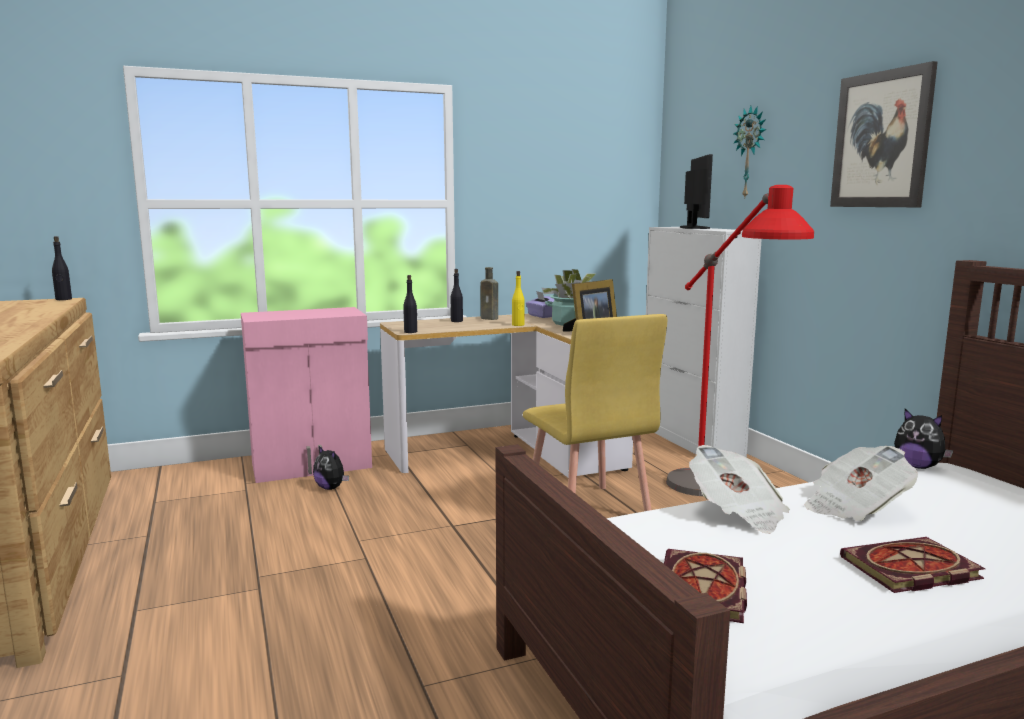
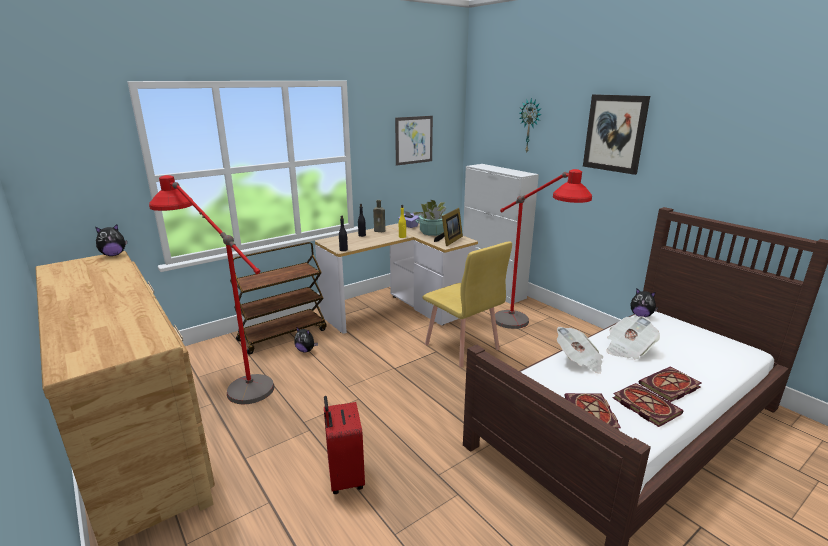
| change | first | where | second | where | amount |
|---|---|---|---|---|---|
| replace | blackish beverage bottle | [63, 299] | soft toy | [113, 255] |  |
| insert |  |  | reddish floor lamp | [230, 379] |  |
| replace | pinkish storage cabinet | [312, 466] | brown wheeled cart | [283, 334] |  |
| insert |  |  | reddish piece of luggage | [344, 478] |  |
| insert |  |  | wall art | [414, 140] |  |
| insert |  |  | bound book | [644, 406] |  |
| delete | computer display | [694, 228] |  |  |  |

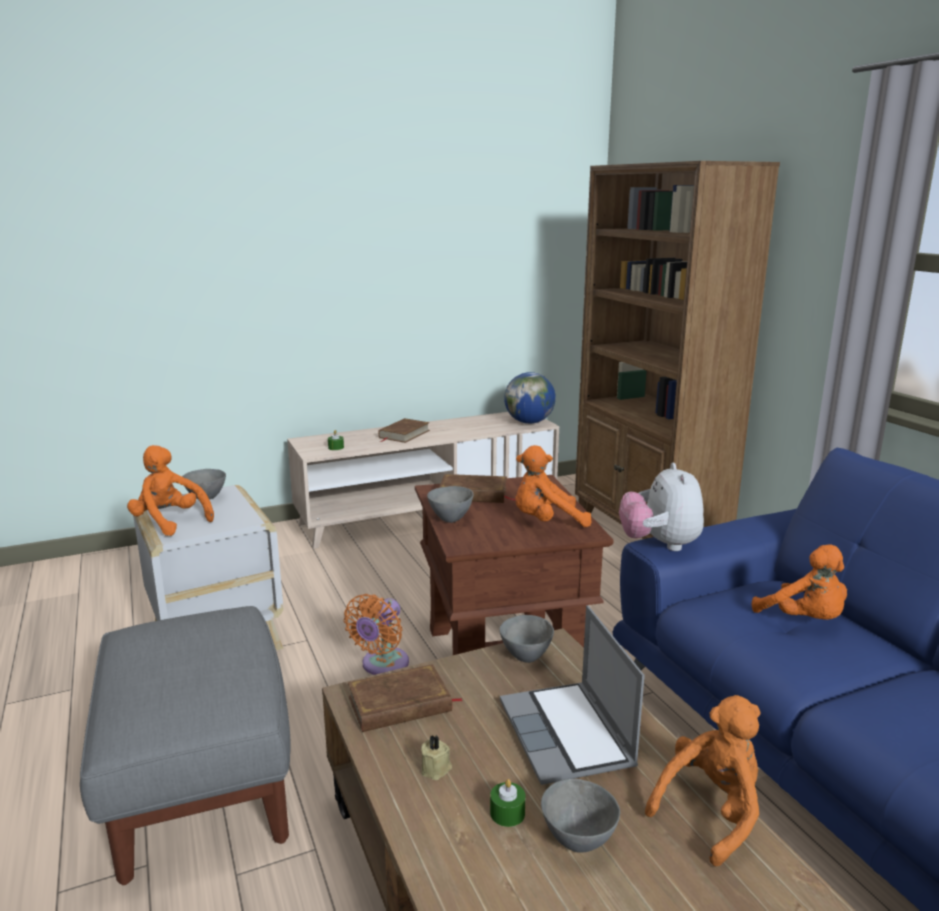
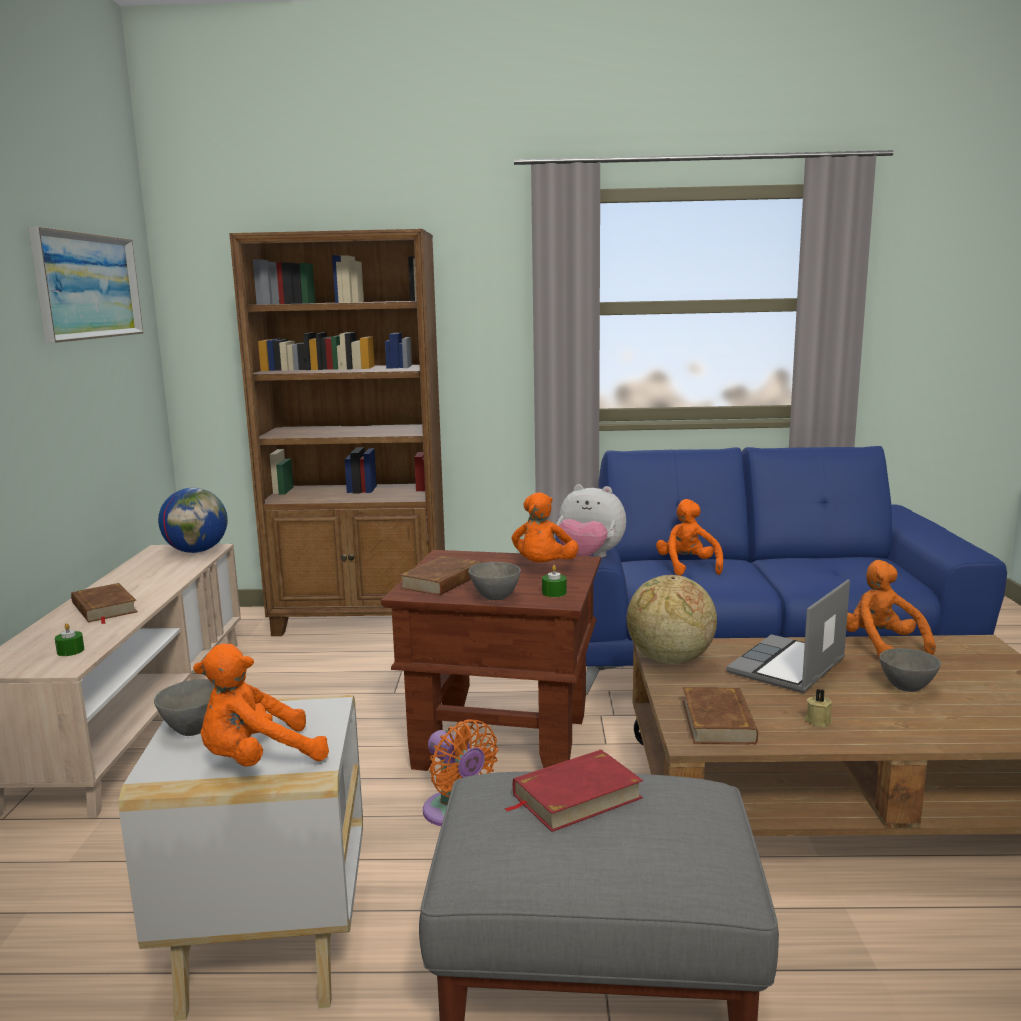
| change | first | where | second | where | amount |
|---|---|---|---|---|---|
| insert |  |  | wall art | [88, 286] |  |
| insert |  |  | reddish bound book | [576, 796] |  |
| move | green wax candle | [507, 813] |  | [554, 593] |  |
| replace | greyish deep dish | [525, 656] | world globe | [669, 660] |  |
| rotate | orangey soft toy | [804, 620] |  | [687, 567] | 90 degrees counterclockwise |
| rotate | notebook computer | [568, 735] |  | [788, 667] | 120 degrees clockwise |

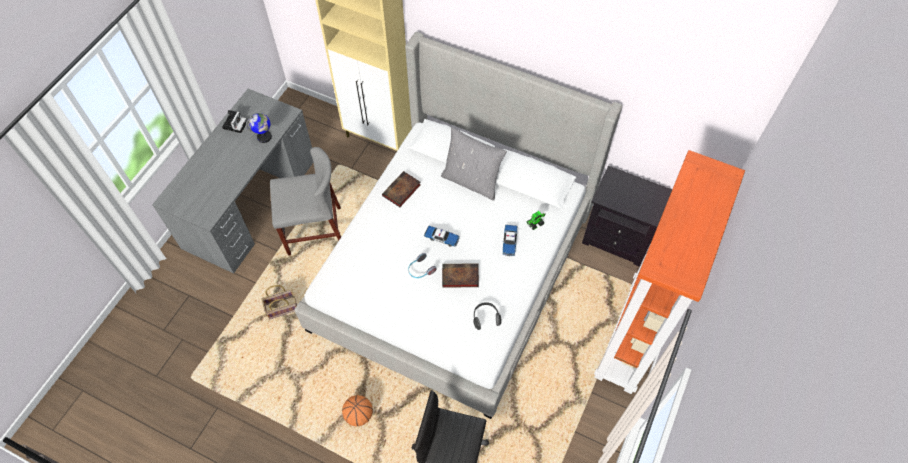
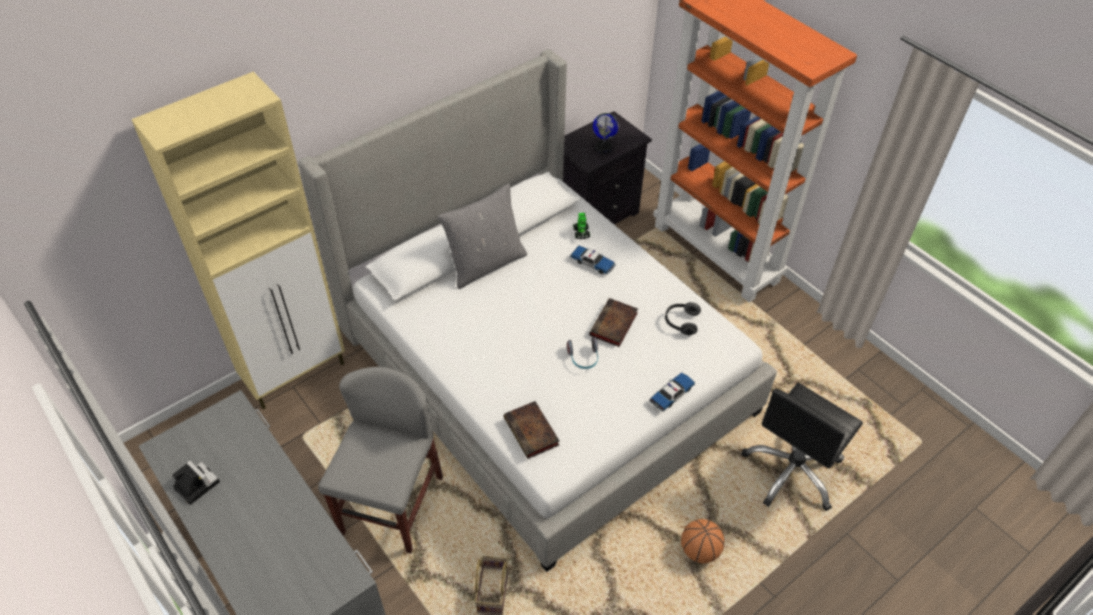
| change | first | where | second | where | amount |
|---|---|---|---|---|---|
| move | bound book | [401, 191] |  | [532, 432] |  |
| move | world globe | [264, 137] |  | [603, 148] |  |
| move | model car | [441, 238] |  | [672, 394] |  |

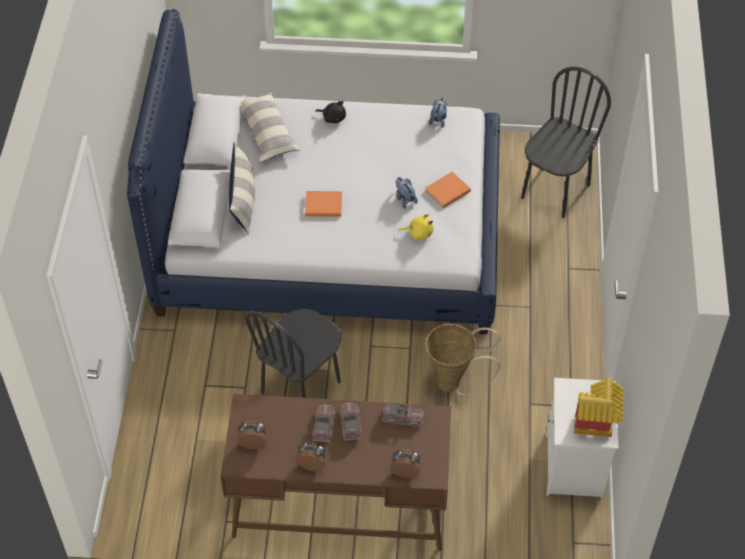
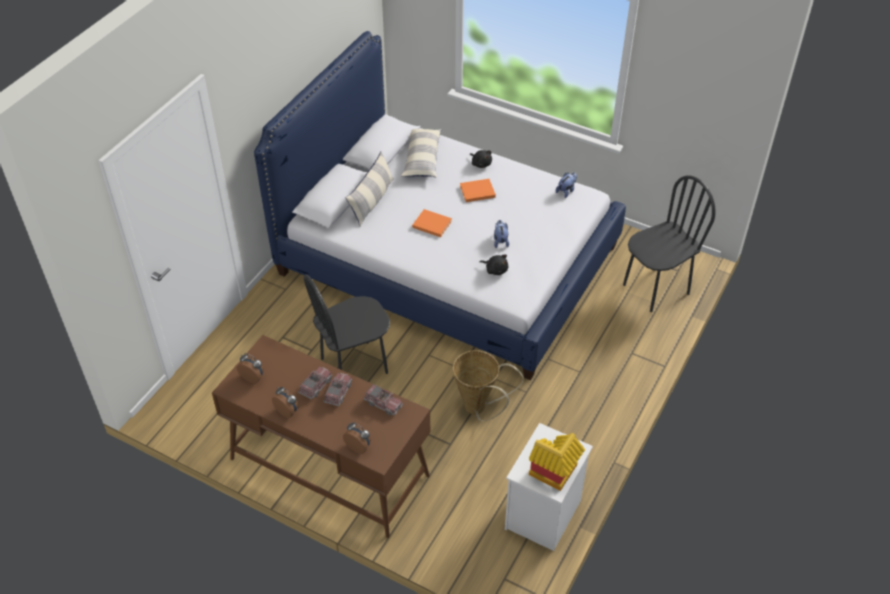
| change | first | where | second | where | amount |
|---|---|---|---|---|---|
| move | orangey bound book | [446, 191] |  | [476, 191] |  |
| recolor | yellow soft toy | [419, 232] | blackish soft toy | [495, 269] |  |

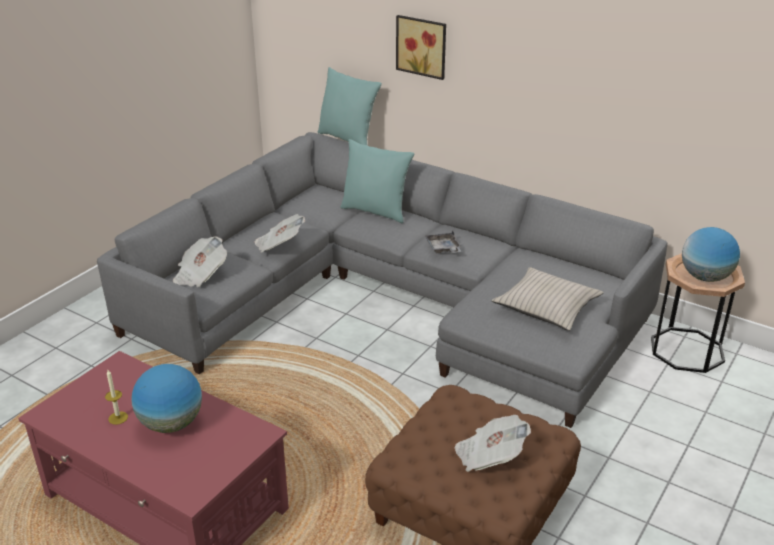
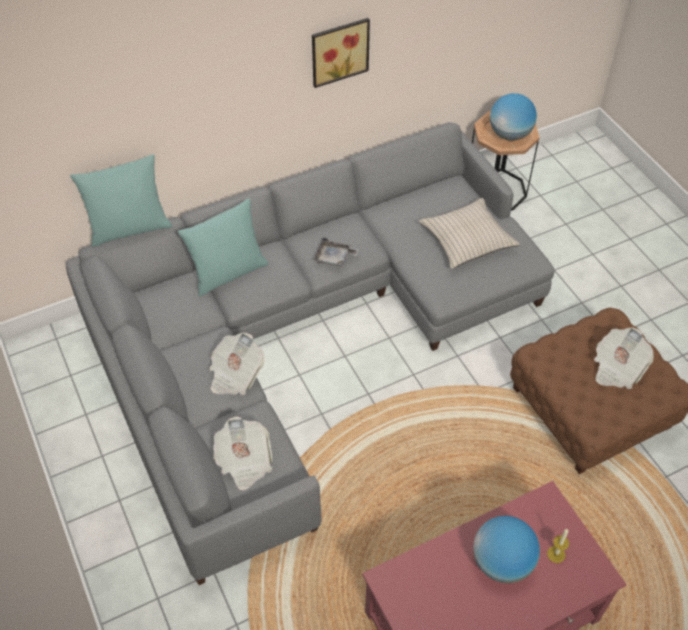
| change | first | where | second | where | amount |
|---|---|---|---|---|---|
| move | wall art | [422, 46] |  | [339, 50] |  |
| move | wax candle | [118, 418] |  | [556, 554] |  |

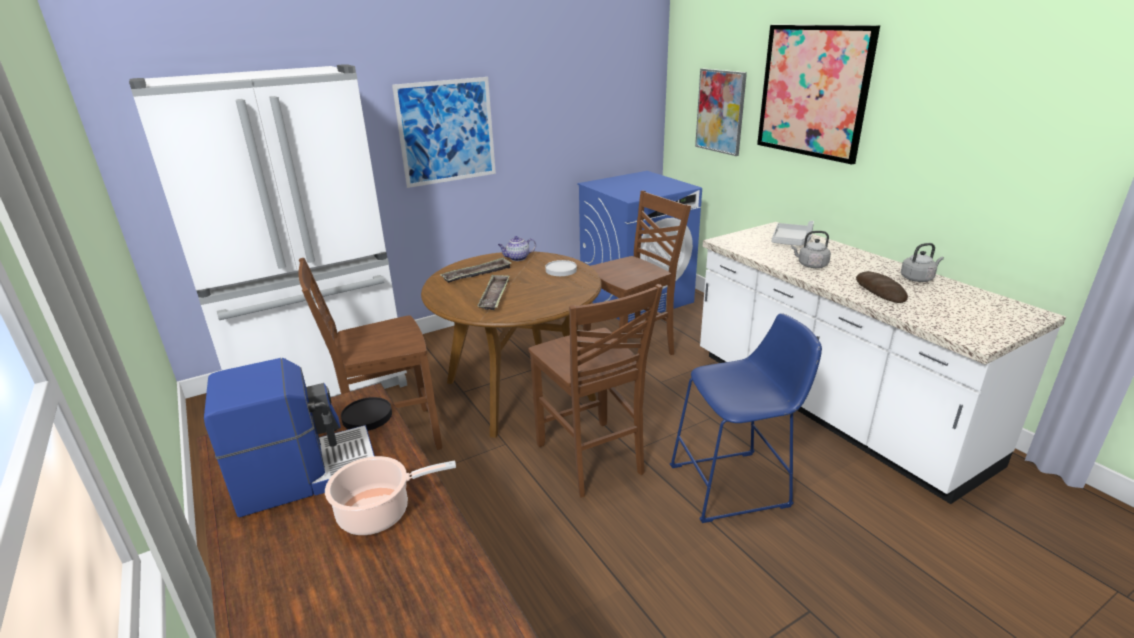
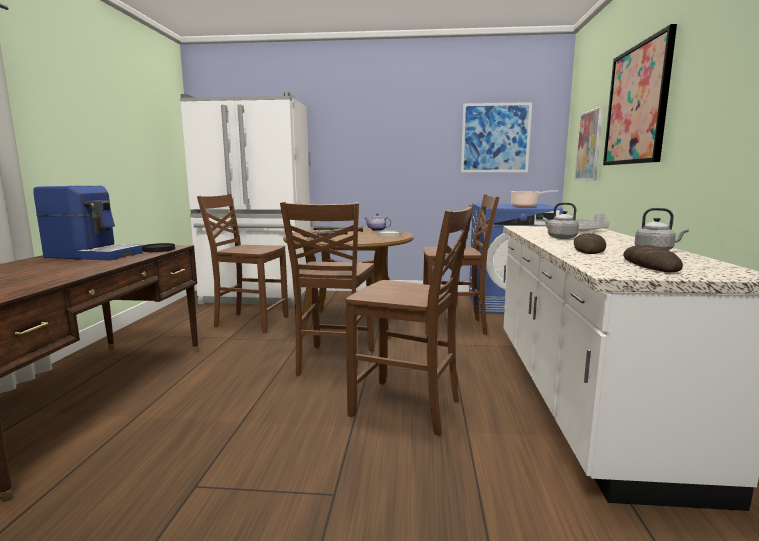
| change | first | where | second | where | amount |
|---|---|---|---|---|---|
| replace | blue-coloured sitting stool | [735, 485] | brown plain chair | [408, 408] |  |
| move | wall art | [447, 132] |  | [495, 138] |  |
| move | cooking pot | [379, 512] |  | [525, 206] |  |
| insert |  |  | bakery bread | [650, 265] |  |

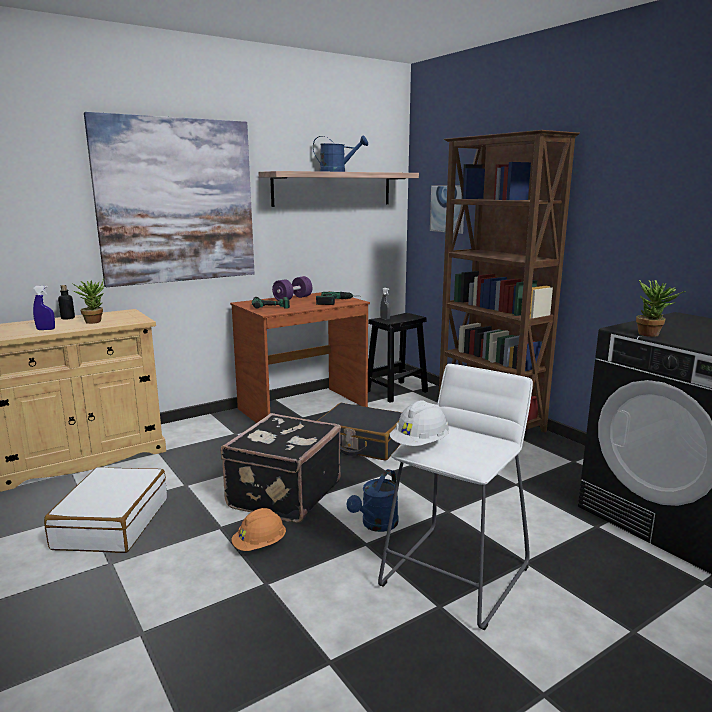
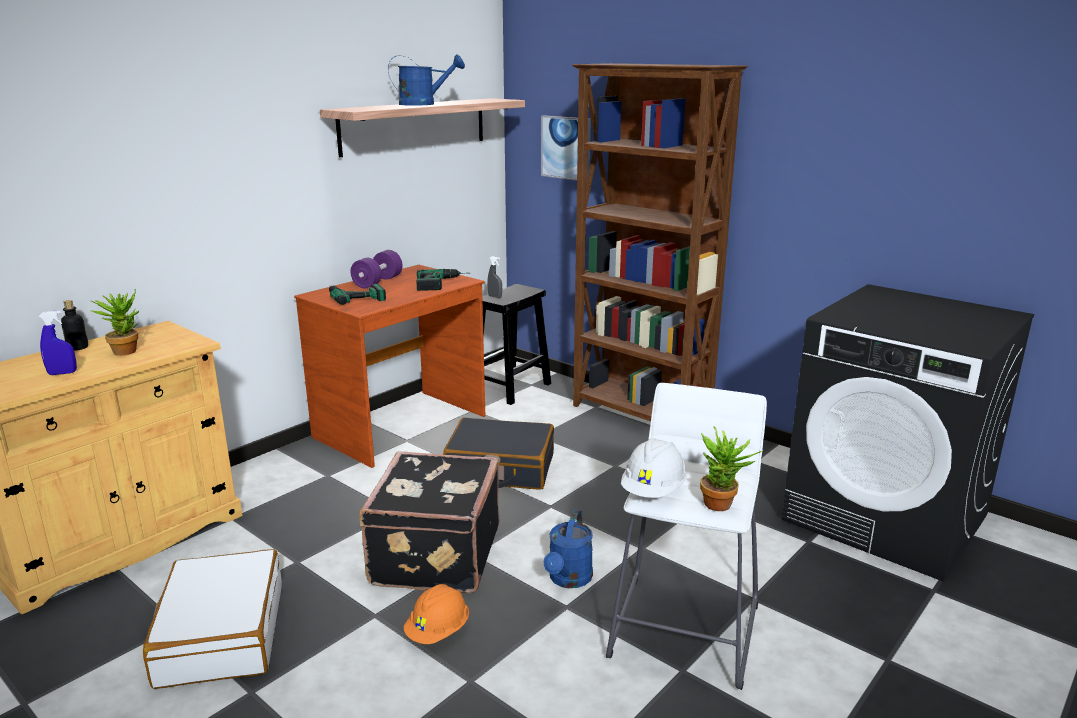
| change | first | where | second | where | amount |
|---|---|---|---|---|---|
| move | potted plant | [653, 335] |  | [723, 505] |  |
| delete | wall art | [177, 201] |  |  |  |

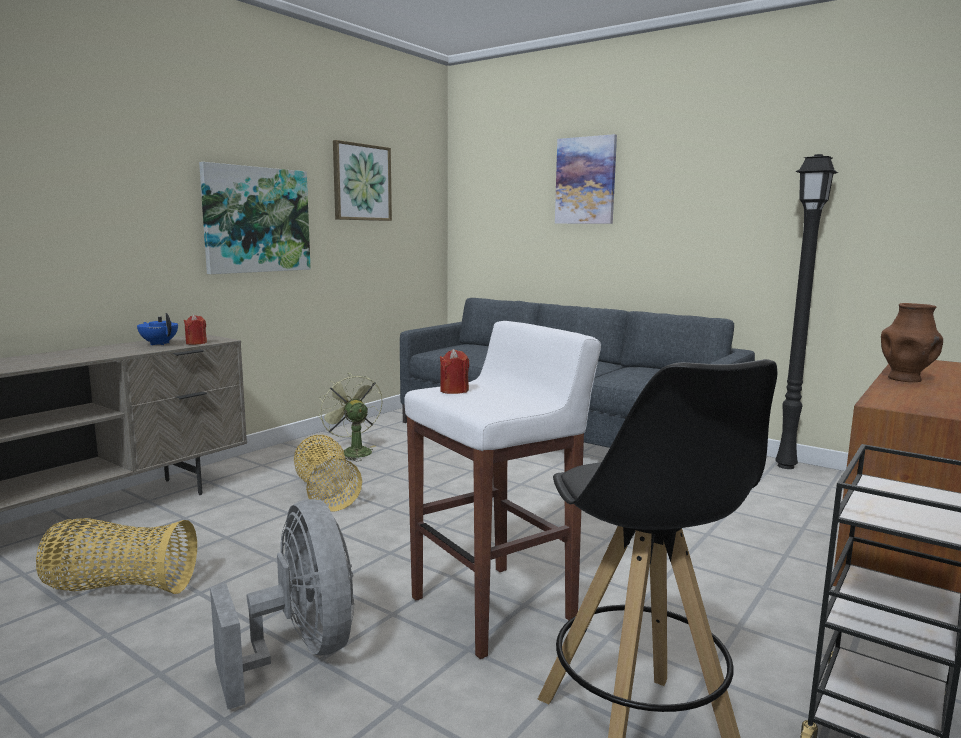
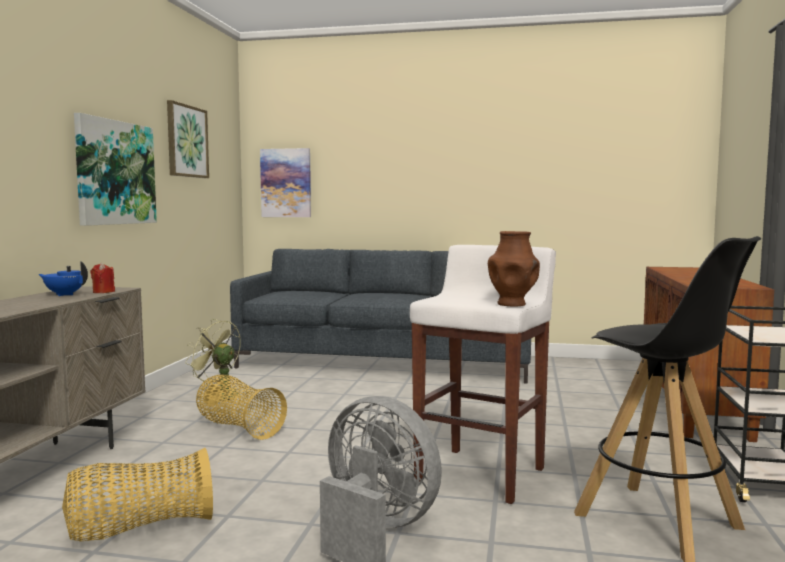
| change | first | where | second | where | amount |
|---|---|---|---|---|---|
| move | wall art | [585, 180] |  | [286, 183] |  |
| move | brown flower vase | [905, 379] |  | [512, 304] |  |
| delete | reddish wax candle | [454, 390] |  |  |  |
| delete | blackish floor lamp | [787, 466] |  |  |  |

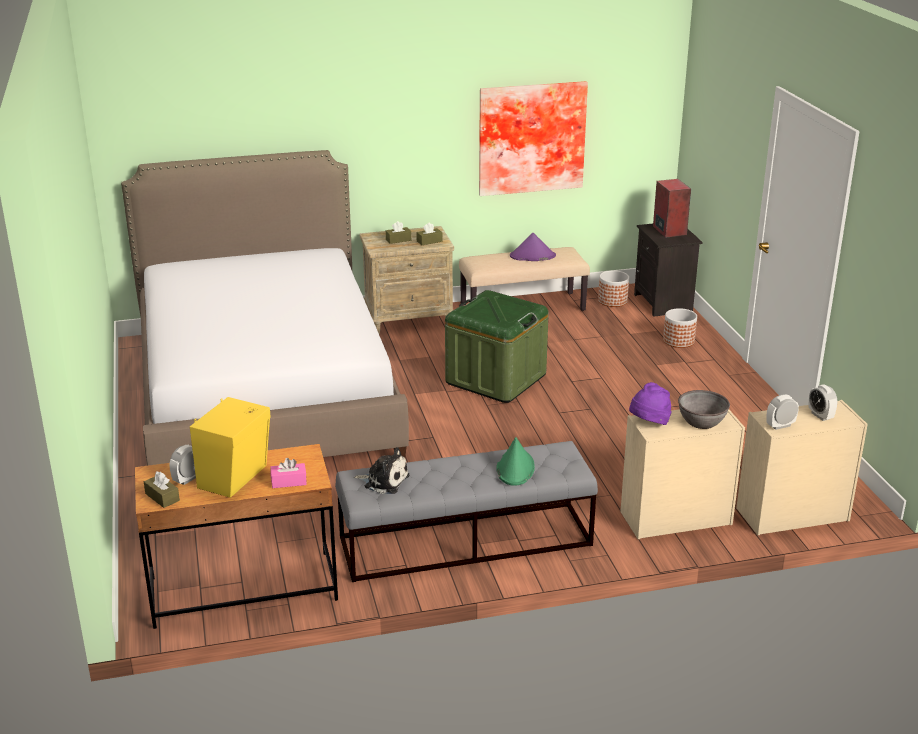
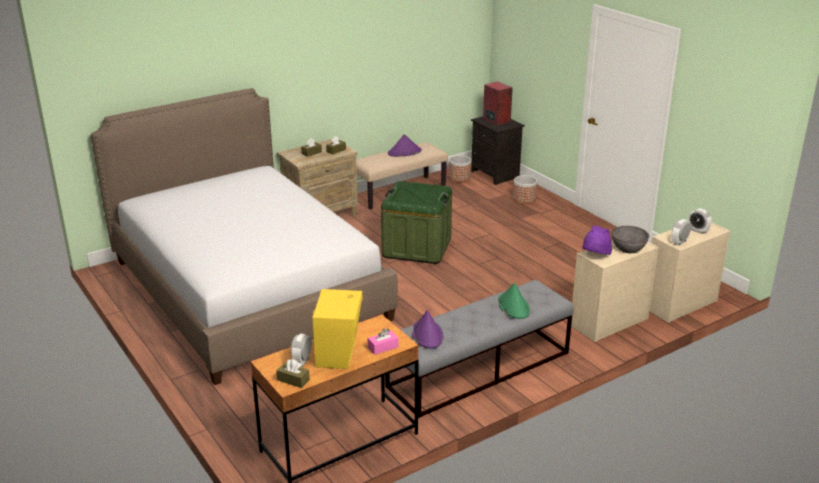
| change | first | where | second | where | amount |
|---|---|---|---|---|---|
| replace | soft toy | [384, 481] | purplish wearable hat | [427, 334] |  |
| delete | wall art | [531, 137] |  |  |  |

